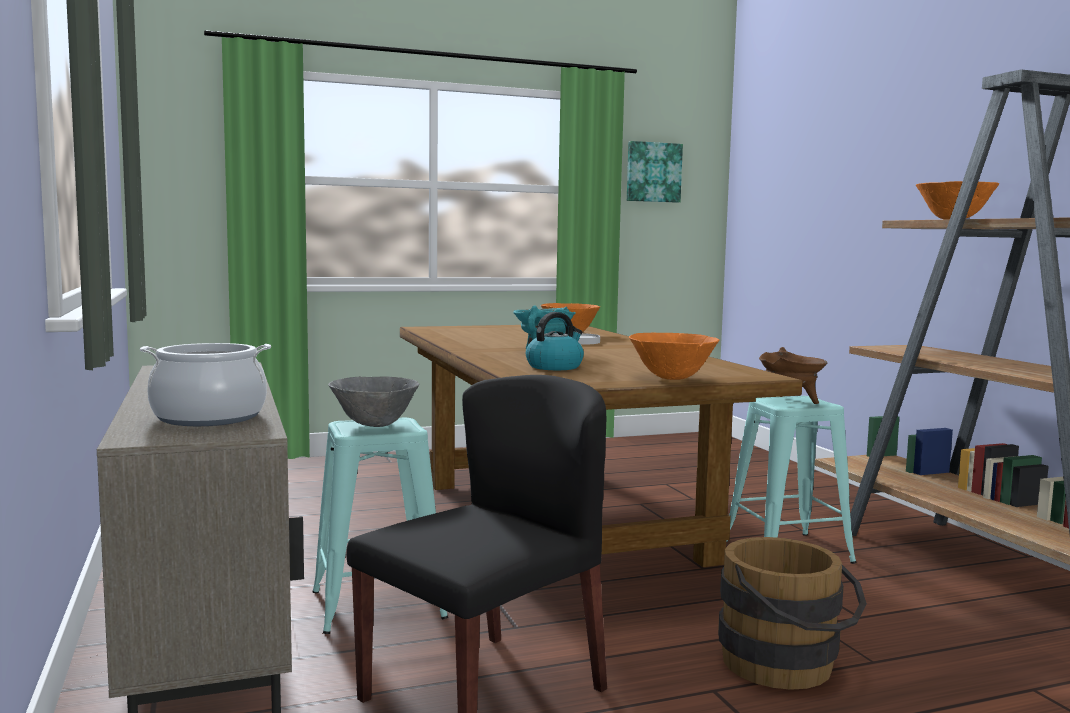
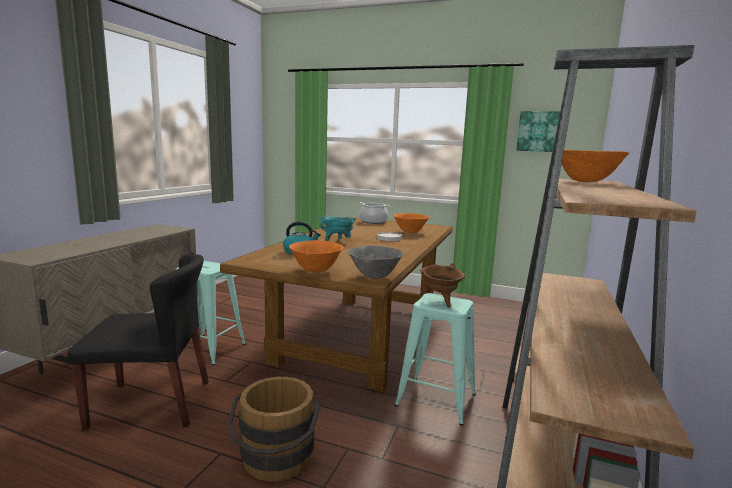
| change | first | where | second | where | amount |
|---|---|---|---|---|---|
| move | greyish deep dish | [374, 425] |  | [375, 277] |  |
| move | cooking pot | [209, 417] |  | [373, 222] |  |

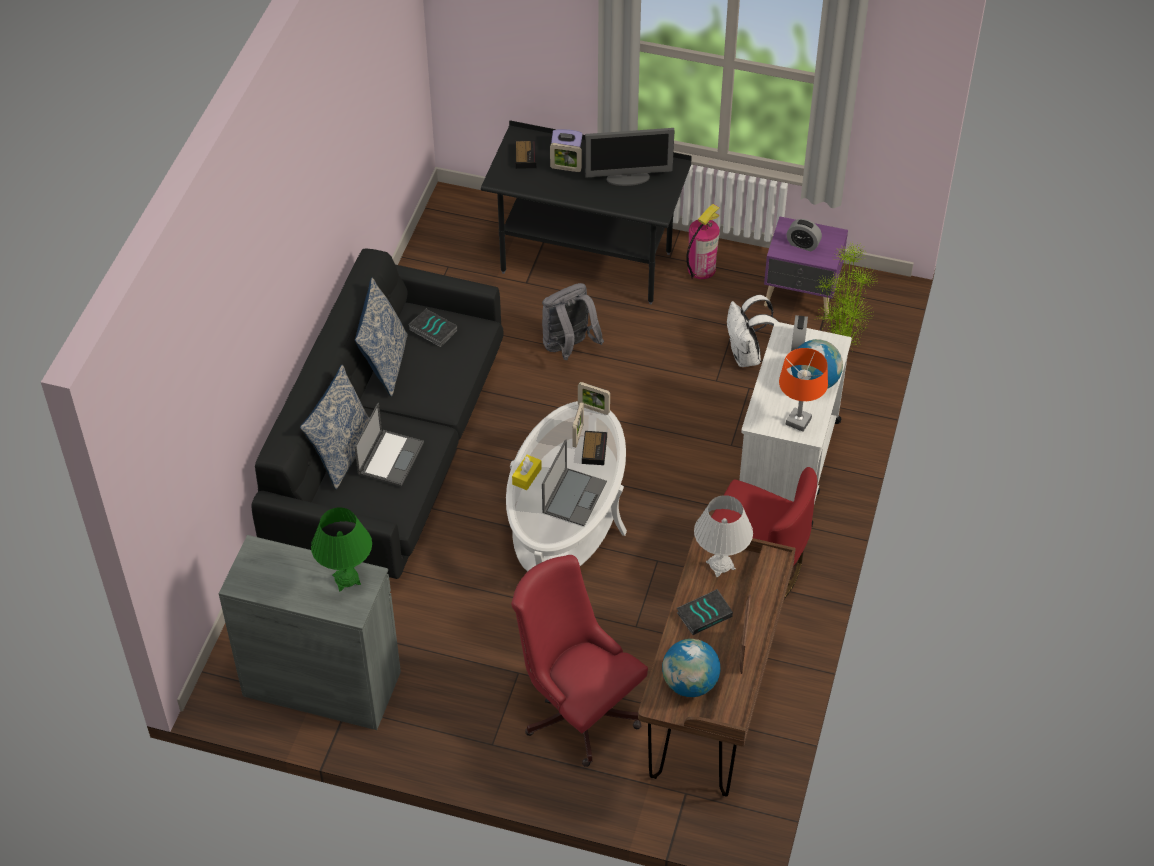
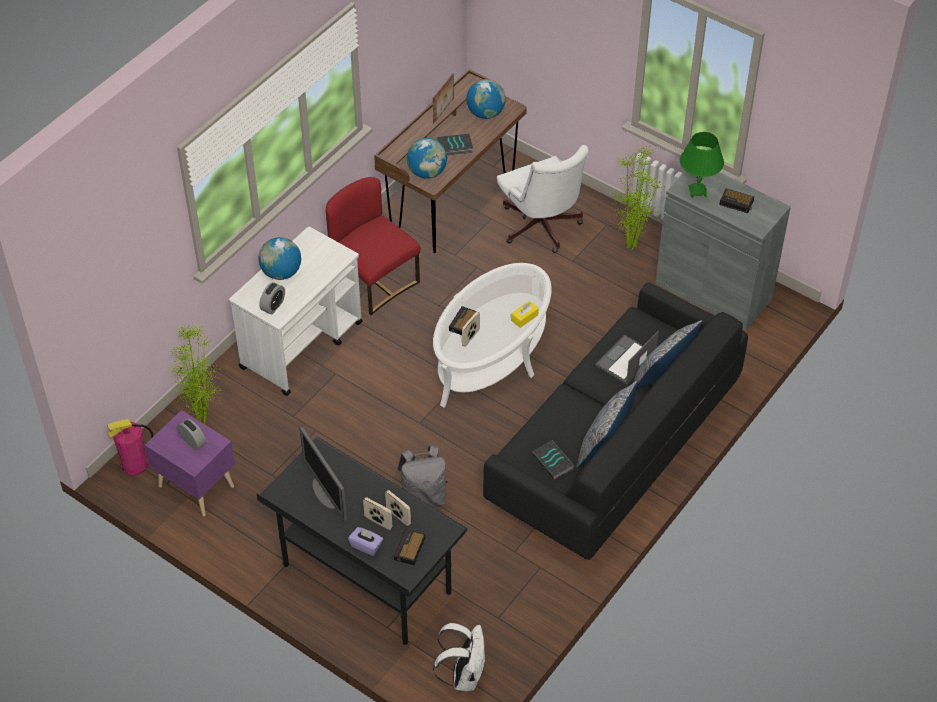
| change | first | where | second | where | amount |
|---|---|---|---|---|---|
| move | fire-fighting cylinder | [701, 269] |  | [135, 464] |  |
| rotate | computer display | [628, 178] |  | [325, 494] | 135 degrees counterclockwise |
| move | photo frame | [593, 409] |  | [398, 517] |  |
| replace | white-coloured lamp for a table | [720, 565] | world globe | [427, 172] |  |
| move | white-coloured knapsack | [748, 356] |  | [463, 675] |  |
| recolor | reddish desk chair | [577, 709] | white-coloured desk chair | [541, 229] |  |
| insert |  |  | potted plant | [631, 245] |  |
| insert |  |  | bedside clock | [737, 203] |  |
| delete | notebook computer | [574, 496] |  |  |  |
| delete | orangey lamp for a table | [798, 422] |  |  |  |

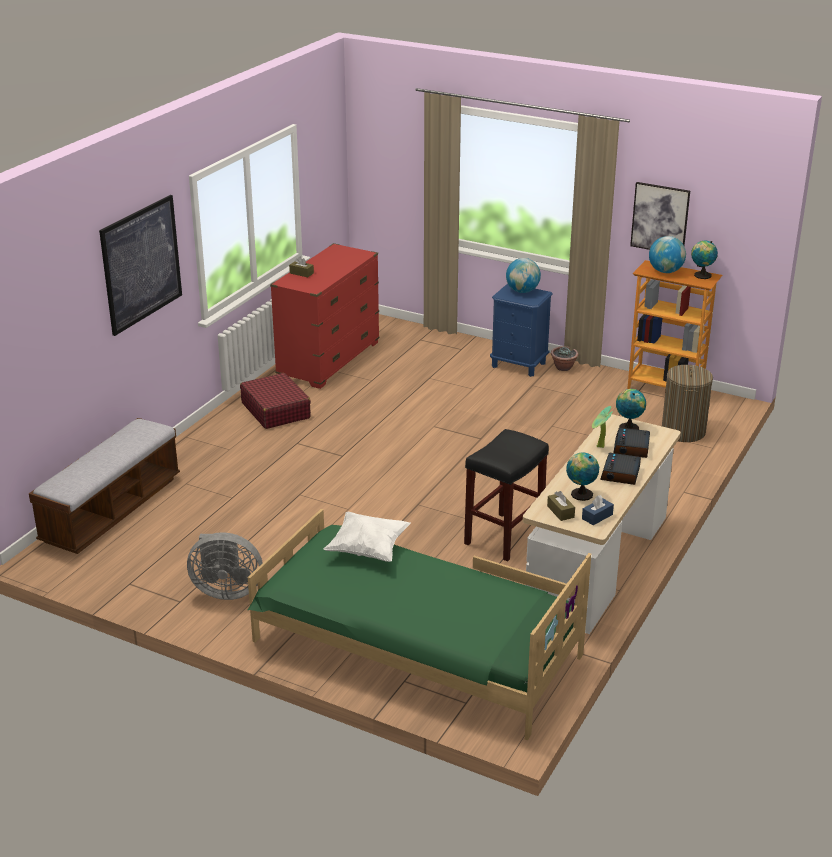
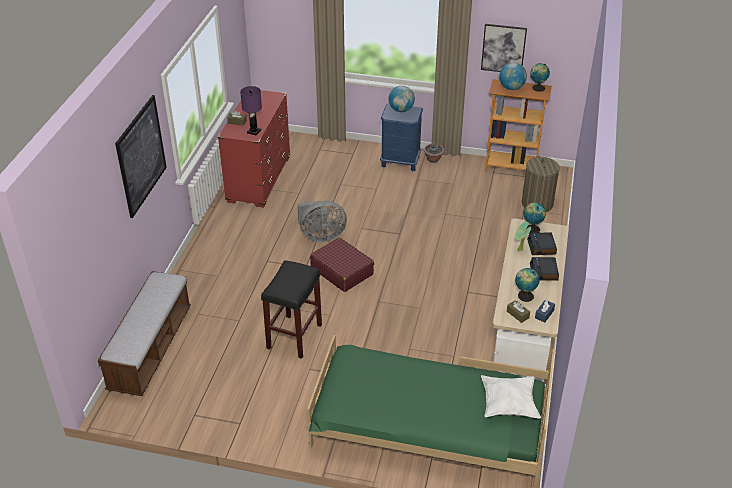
| change | first | where | second | where | amount |
|---|---|---|---|---|---|
| insert |  |  | purplish lamp for a table | [254, 131] |  |
| move | blackish sitting stool | [504, 536] |  | [294, 336] |  |
| move | greyish electric fan | [226, 590] |  | [321, 236] |  |
| move | reddish piece of luggage | [276, 410] |  | [342, 271] |  |
| move | white-coloured pillow | [368, 549] |  | [508, 405] |  |

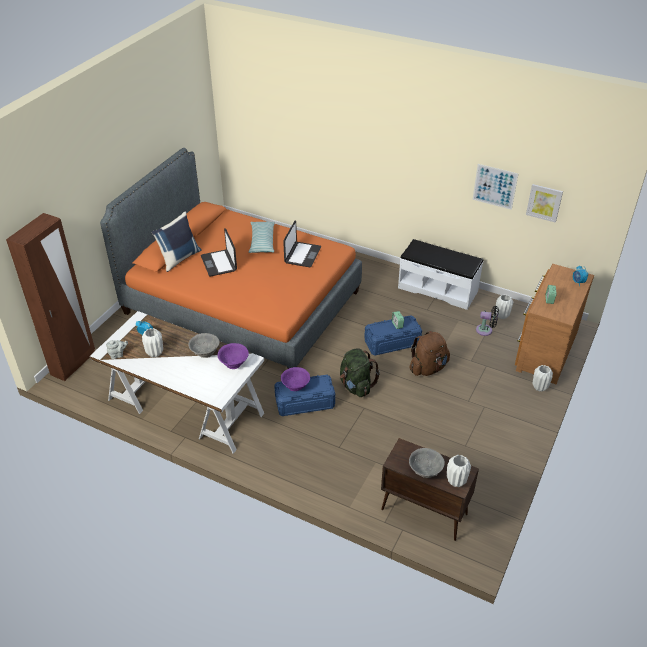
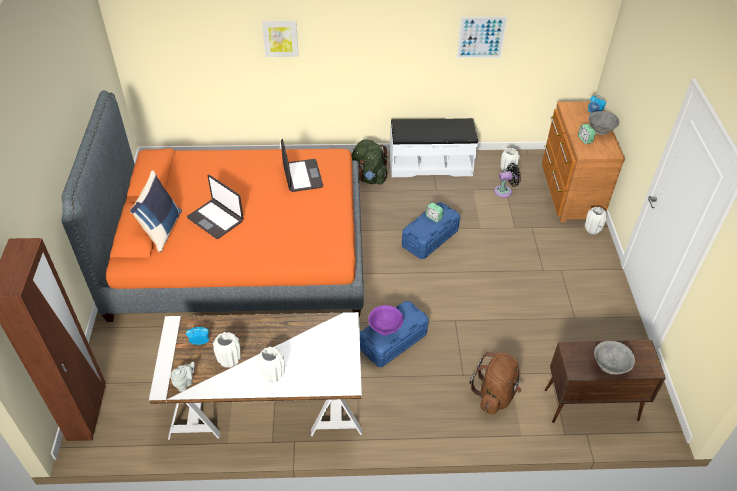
| change | first | where | second | where | amount |
|---|---|---|---|---|---|
| move | white-coloured flower vase | [456, 481] |  | [273, 376] |  |
| move | wall art | [544, 202] |  | [280, 38] |  |
| move | green knapsack | [356, 386] |  | [368, 177] |  |
| move | brown knapsack | [428, 368] |  | [495, 395] |  |
| move | greyish deep dish | [205, 353] |  | [600, 131] |  |
| delete | purplish deep dish | [234, 363] |  |  |  |
| delete | pillow | [262, 241] |  |  |  |

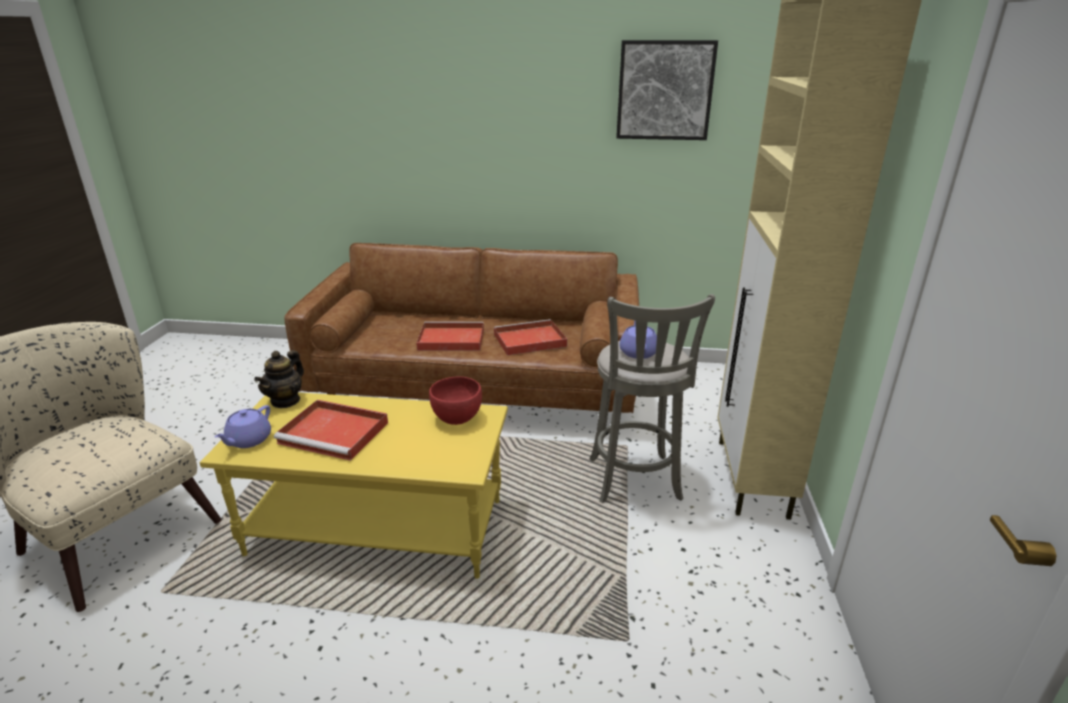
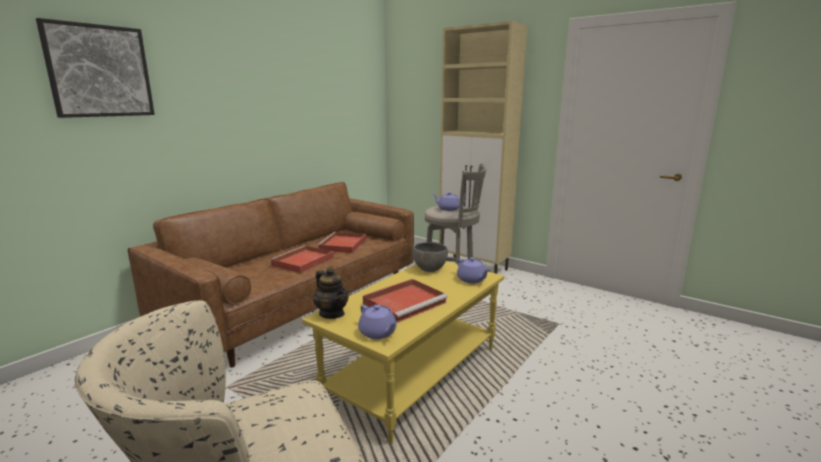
| change | first | where | second | where | amount |
|---|---|---|---|---|---|
| move | wall art | [664, 90] |  | [99, 71] |  |
| recolor | reddish deep dish | [457, 418] | greyish deep dish | [430, 269] |  |
| insert |  |  | purplish tea pot | [472, 280] |  |

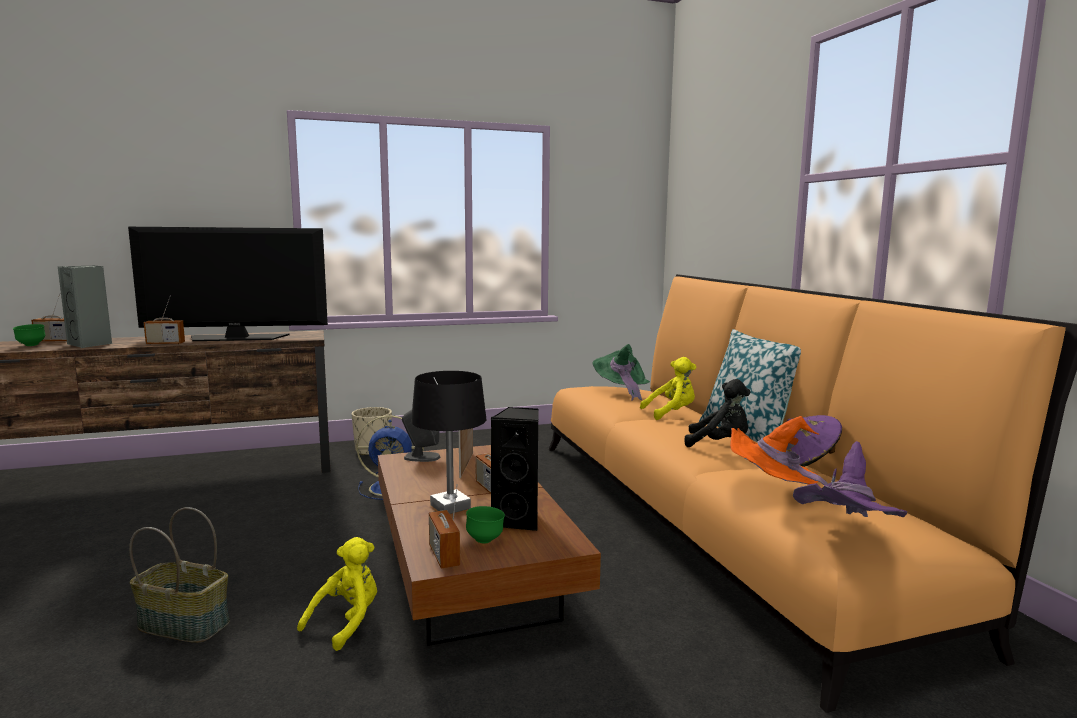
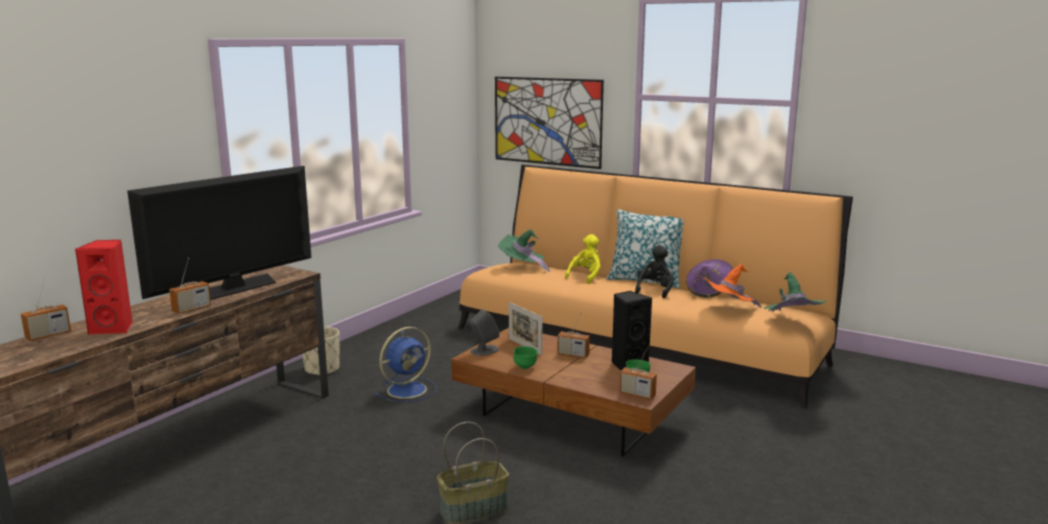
| change | first | where | second | where | amount |
|---|---|---|---|---|---|
| recolor | greyish audio speaker | [90, 344] | reddish audio speaker | [114, 328] |  |
| insert |  |  | wall art | [547, 121] |  |
| move | green deep dish | [31, 345] |  | [525, 367] |  |
| rotate | blackish soft toy | [719, 444] |  | [654, 290] | 45 degrees counterclockwise |
| recolor | purplish wearable hat | [846, 539] | green wearable hat | [791, 323] |  |
| delete | yellow soft toy | [347, 622] |  |  |  |
| delete | blackish lamp for a table | [450, 506] |  |  |  |

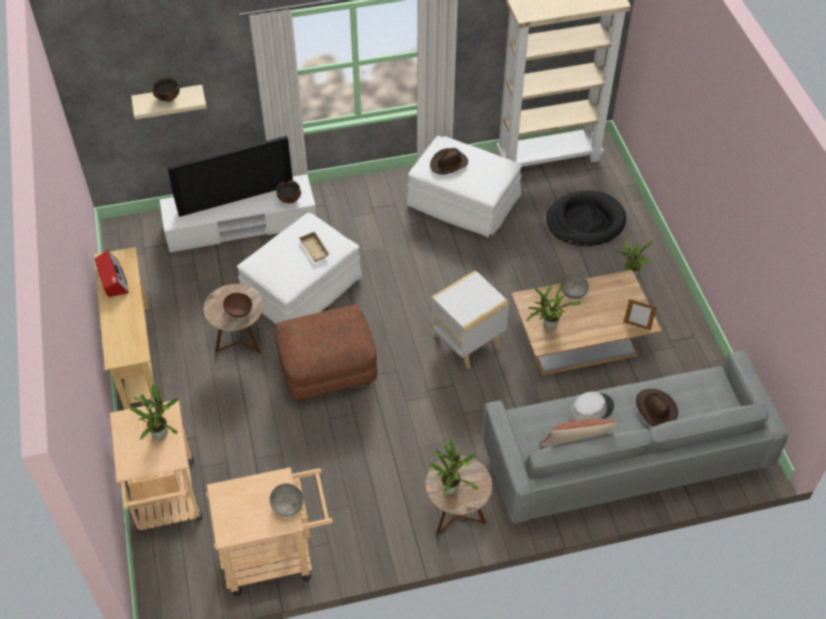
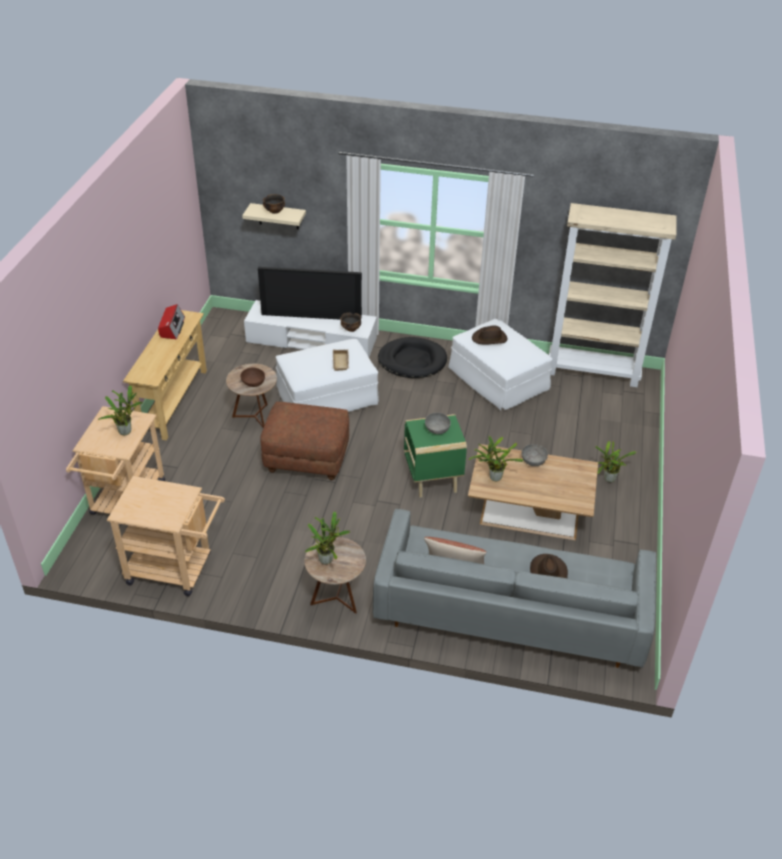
| change | first | where | second | where | amount |
|---|---|---|---|---|---|
| move | blackish dog bed | [585, 221] |  | [412, 361] |  |
| recolor | white-coloured accent table | [466, 341] | green accent table | [432, 477] |  |
| move | greyish deep dish | [287, 505] |  | [437, 429] |  |
| delete | greyish wearable hat | [591, 409] |  |  |  |
| delete | photo frame | [637, 326] |  |  |  |

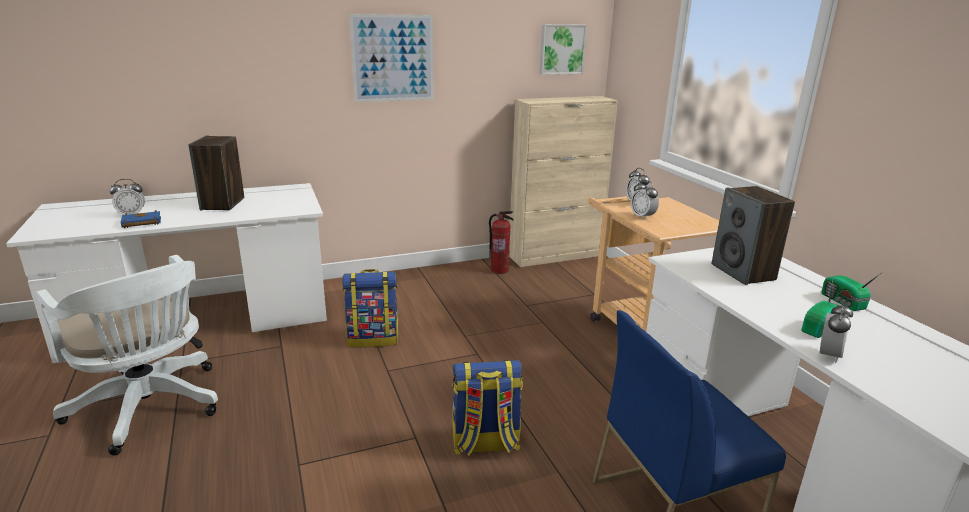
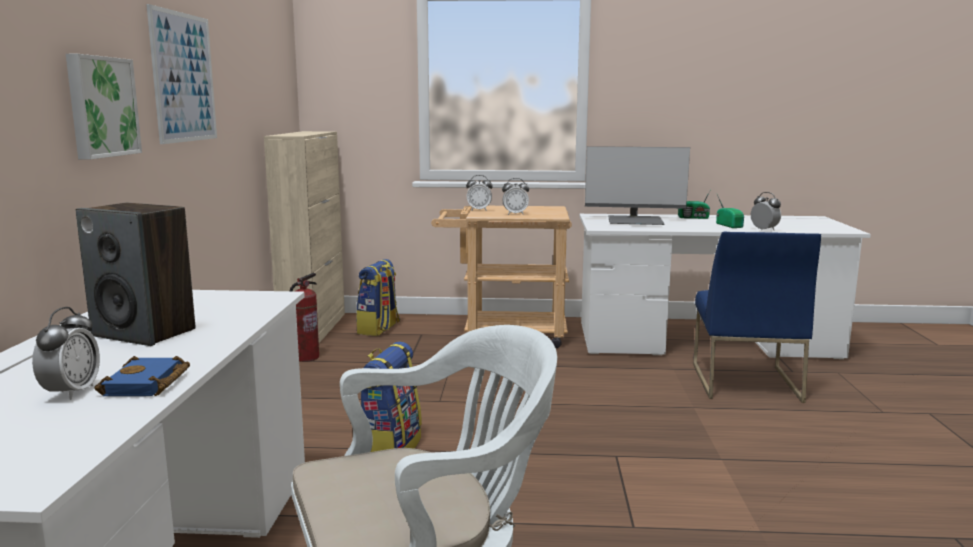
| change | first | where | second | where | amount |
|---|---|---|---|---|---|
| move | wall art | [561, 49] |  | [101, 107] |  |
| move | knapsack | [485, 444] |  | [379, 329] |  |
| replace | audio speaker | [743, 272] | computer display | [635, 222] |  |

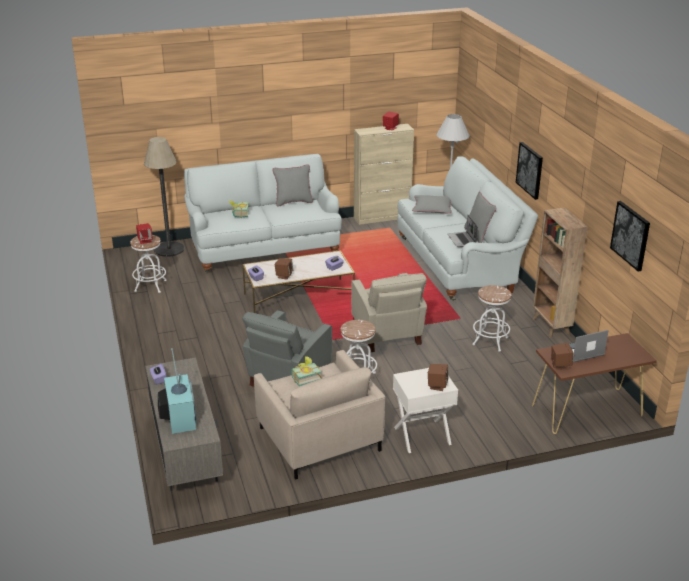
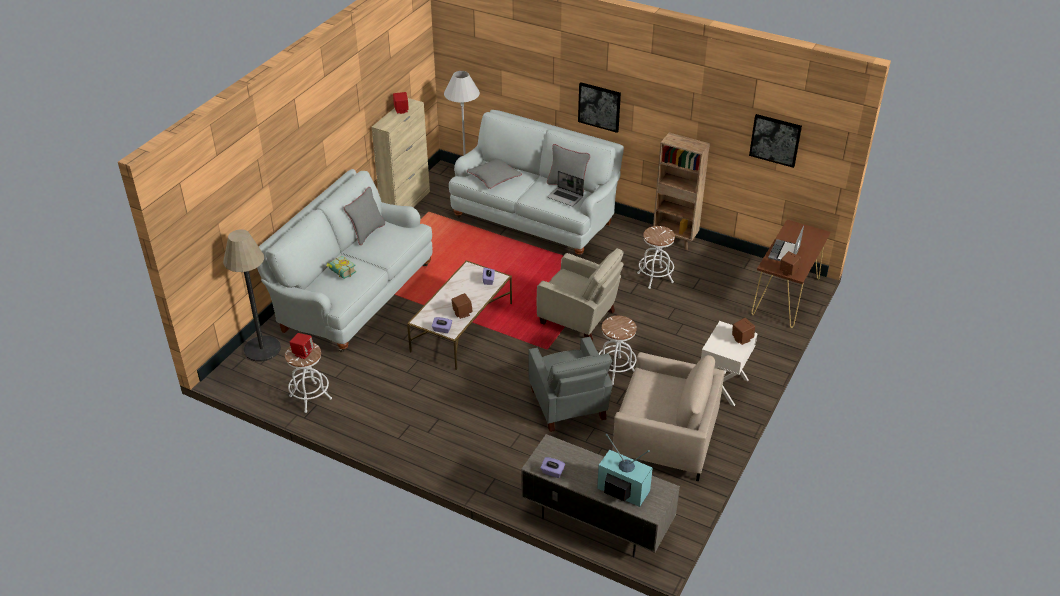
| change | first | where | second | where | amount |
|---|---|---|---|---|---|
| delete | bound book | [305, 377] |  |  |  |

